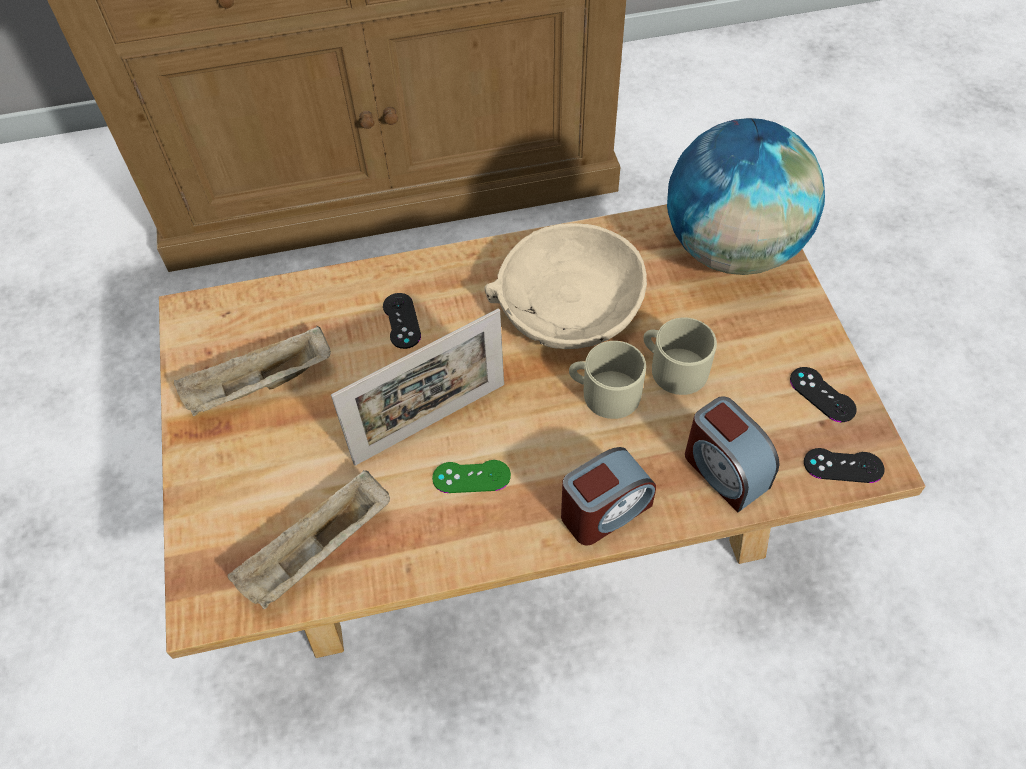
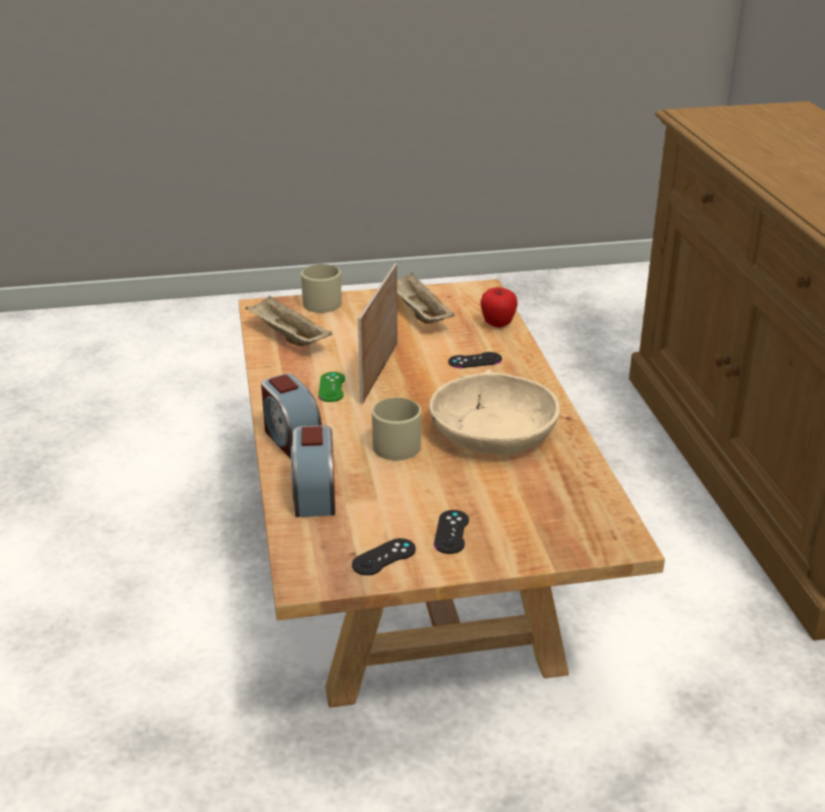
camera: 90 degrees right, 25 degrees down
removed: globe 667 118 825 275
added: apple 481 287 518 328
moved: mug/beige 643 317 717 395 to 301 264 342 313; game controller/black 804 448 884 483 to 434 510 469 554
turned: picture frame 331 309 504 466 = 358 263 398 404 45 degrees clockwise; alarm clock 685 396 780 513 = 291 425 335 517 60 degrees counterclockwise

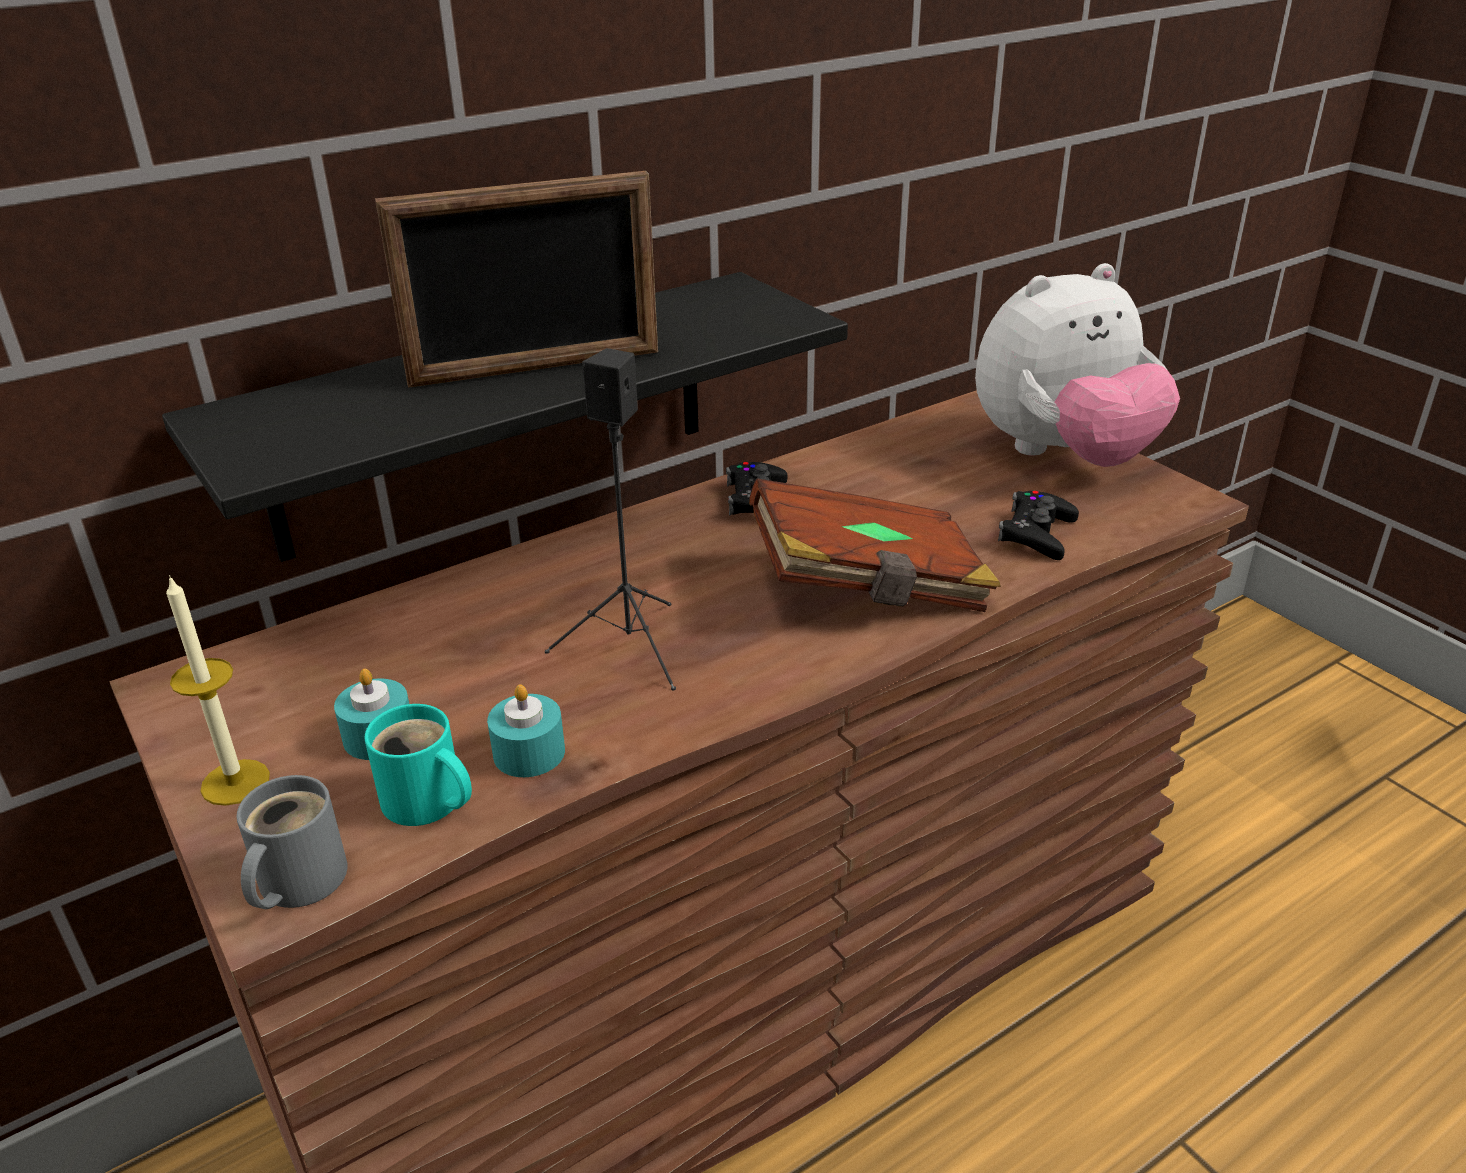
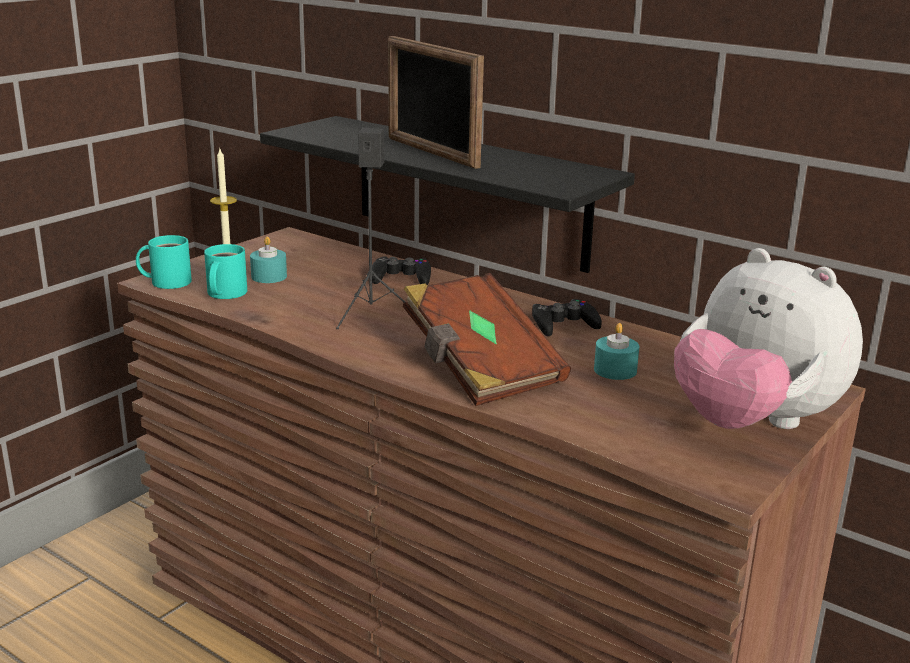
camera: 70 degrees right, 10 degrees down
moved: game controller/black 998 491 1079 560 to 372 257 431 285; candle/turquoise 487 684 565 777 to 594 323 639 380
recoloured: mug/grey 236 775 347 909 to mug/turquoise 136 235 192 289

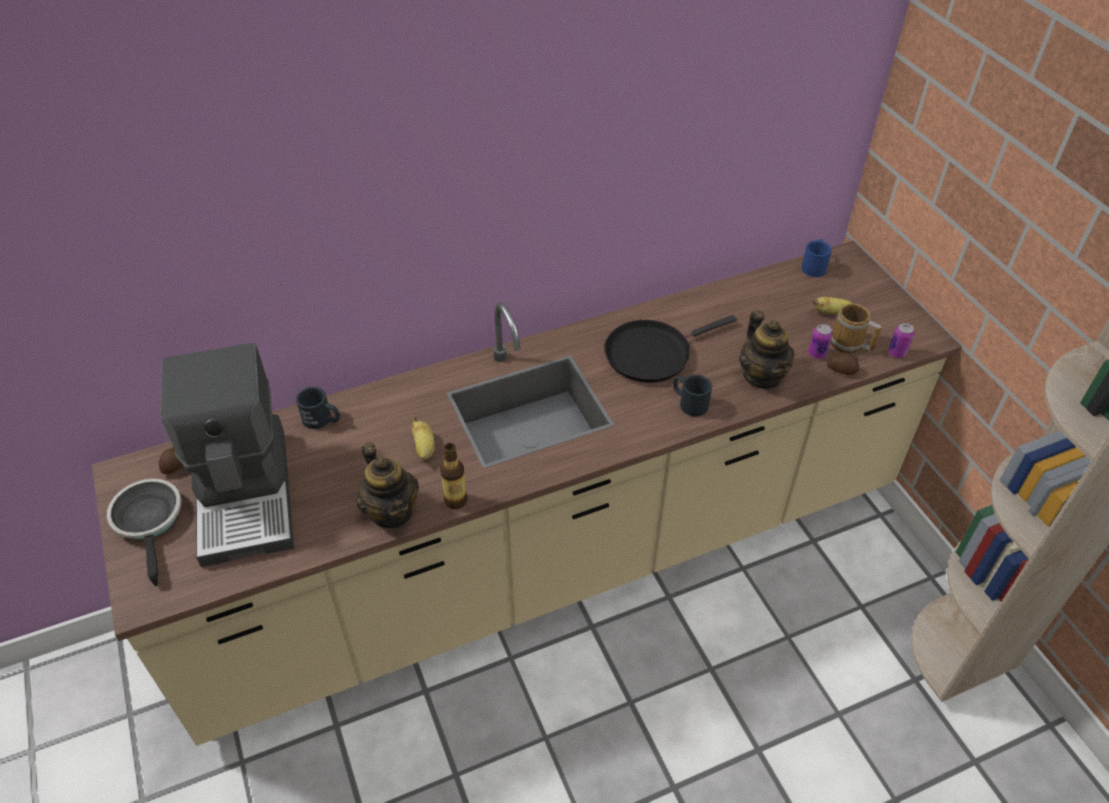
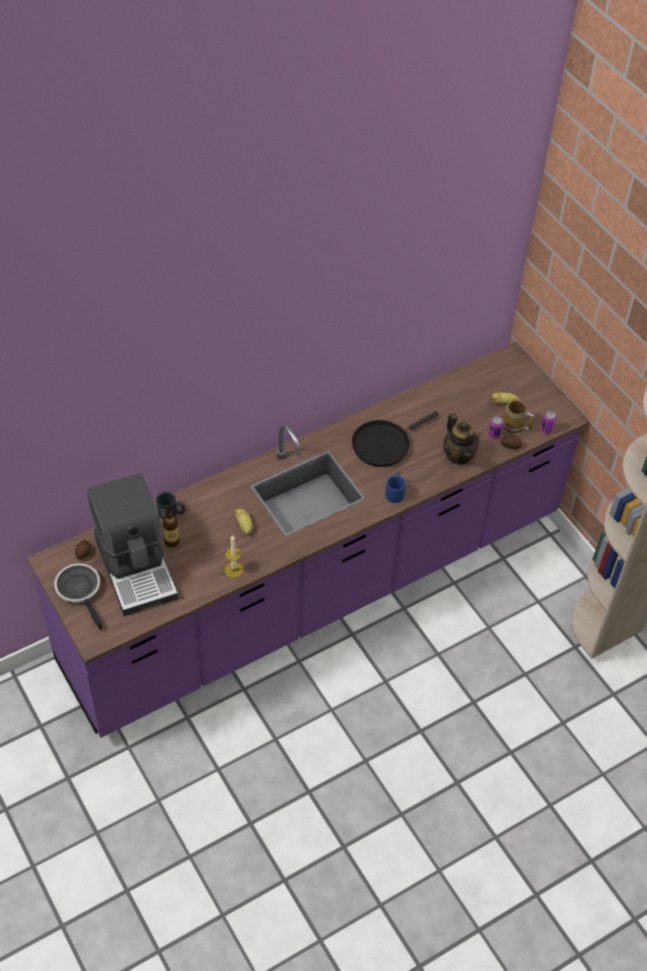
camera: 10 degrees left, 5 degrees up
removed: mug/black 673 375 712 416
moved: mug/blue 801 239 832 277 to 385 472 406 503; bottle 440 443 468 510 to 163 508 180 548
replaced: teapot 356 442 419 528 to candle 225 535 243 578
recoloured: counter/beige 92 241 962 746 to counter/purple 27 342 590 738

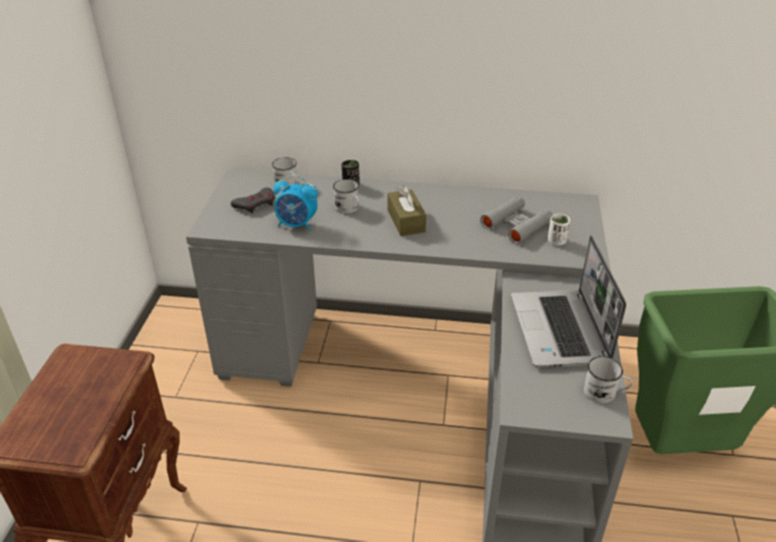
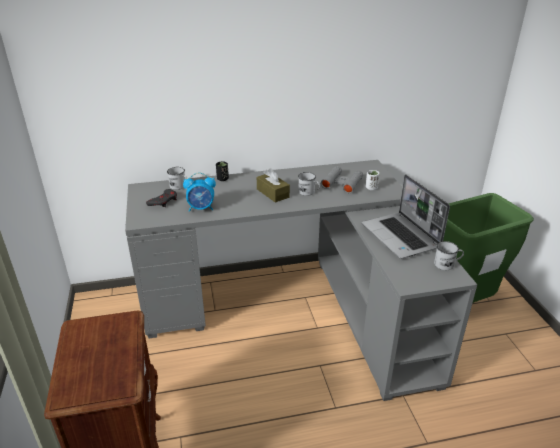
camera: 20 degrees left, 5 degrees down
moved: mug/white 333 179 360 214 to 298 172 320 196

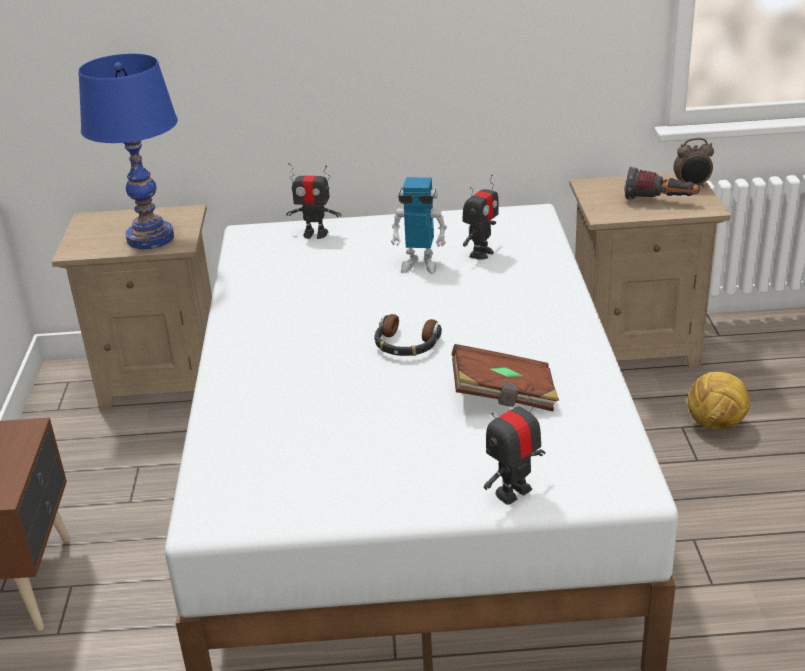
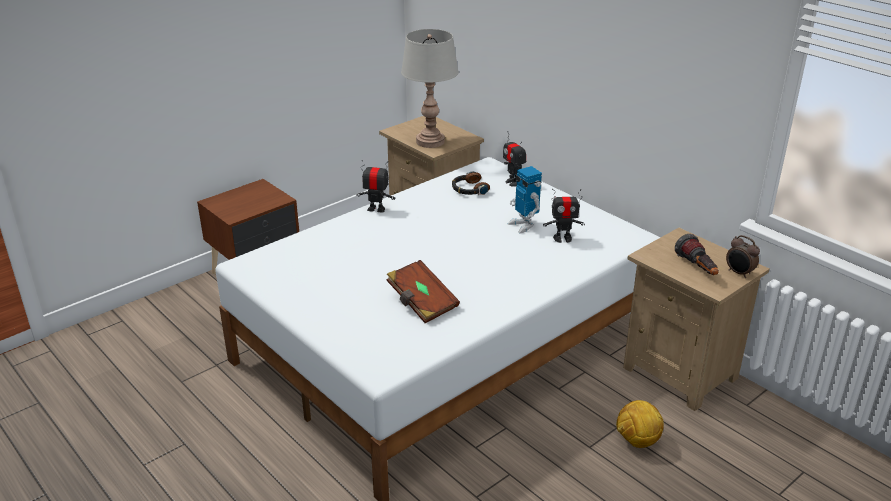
camera: 50 degrees right, 0 degrees up
moved: headphones 374 314 442 356 to 452 171 490 195; toy robot 484 388 545 505 to 356 160 395 212
recoloured: table lamp/blue 78 54 178 249 to table lamp/grey 401 29 459 148

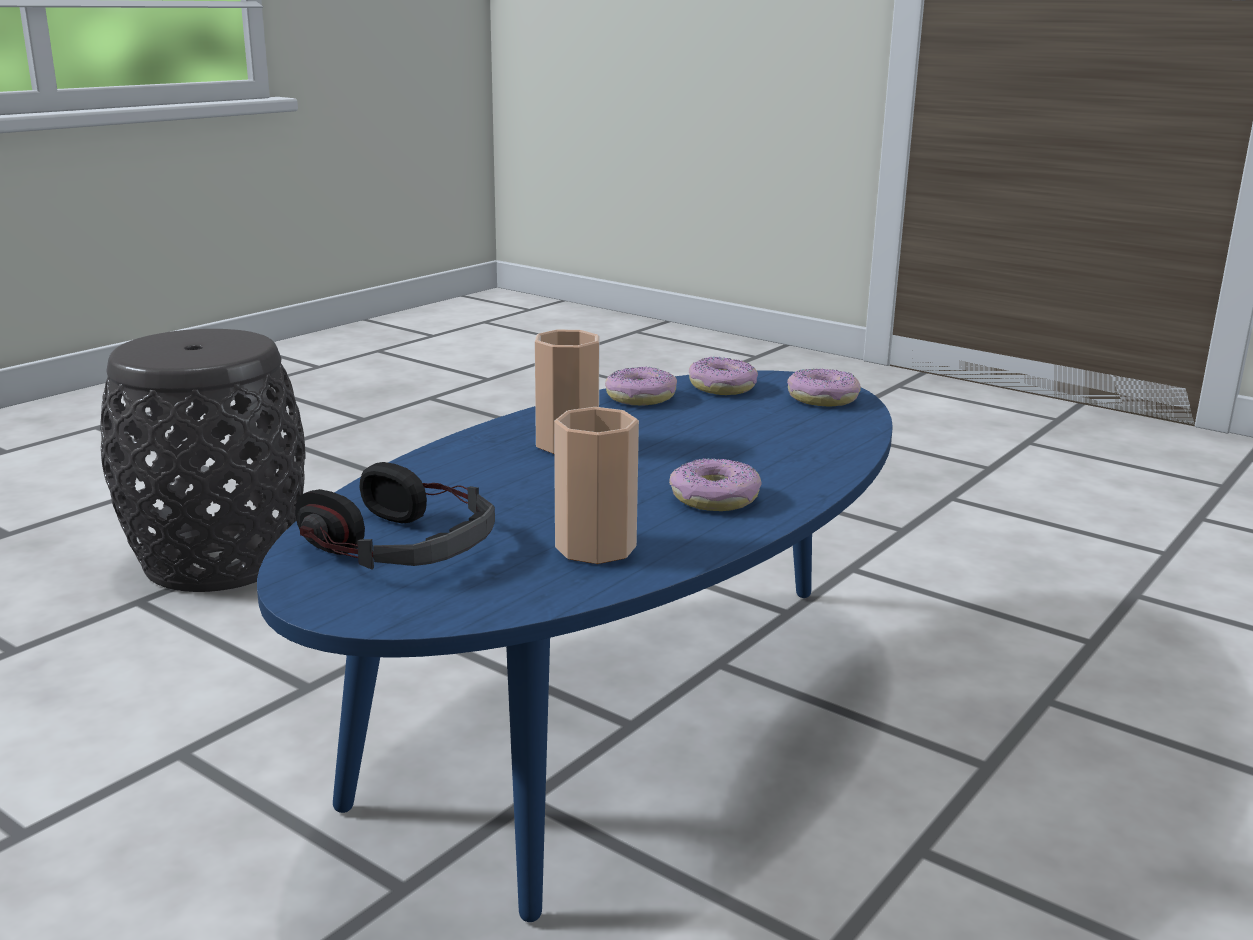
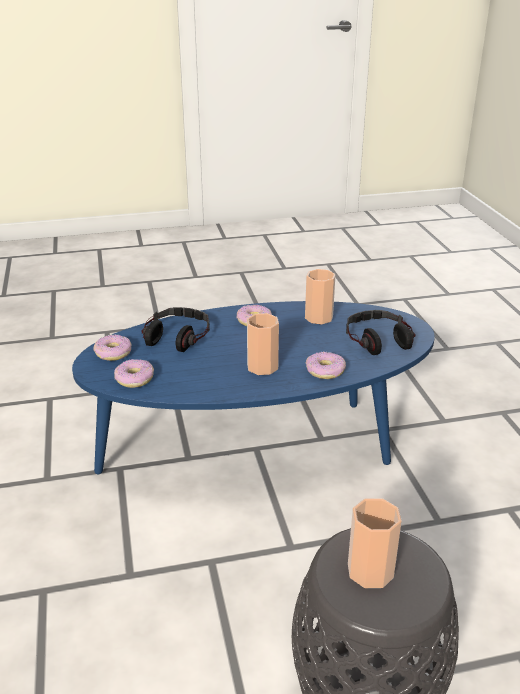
camera: 140 degrees left, 10 degrees up
added: headphones 142 307 210 352; cup 348 498 402 588
moved: donut 605 366 677 406 to 306 351 346 379

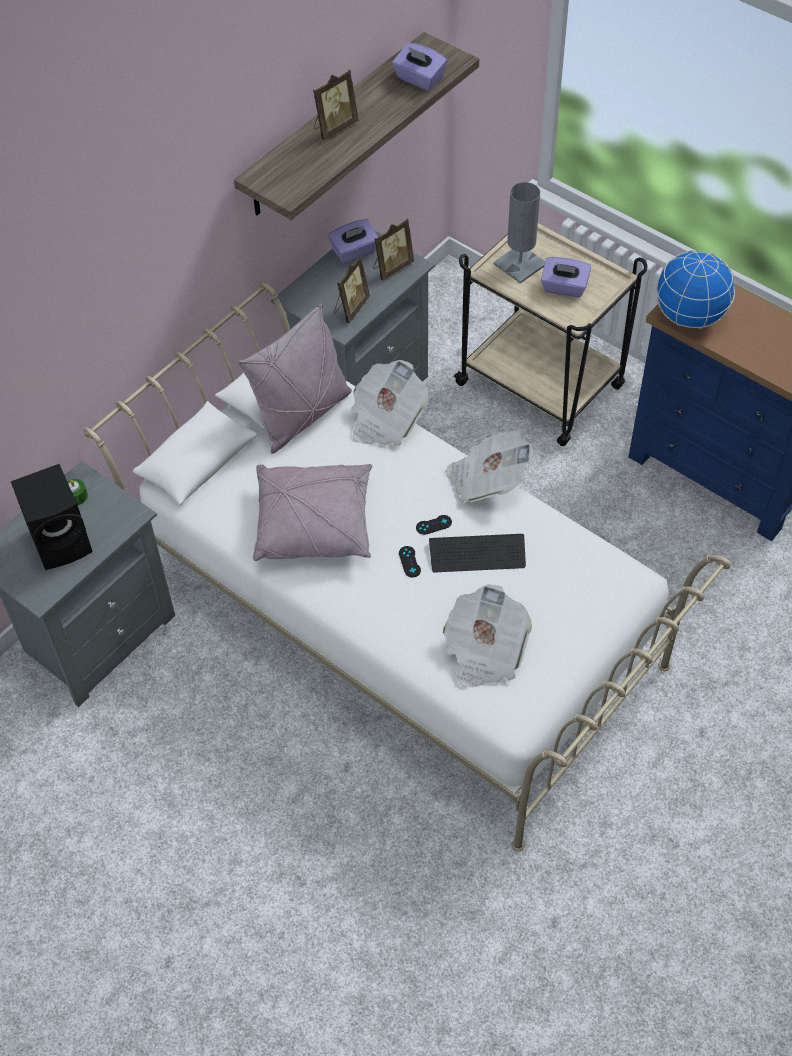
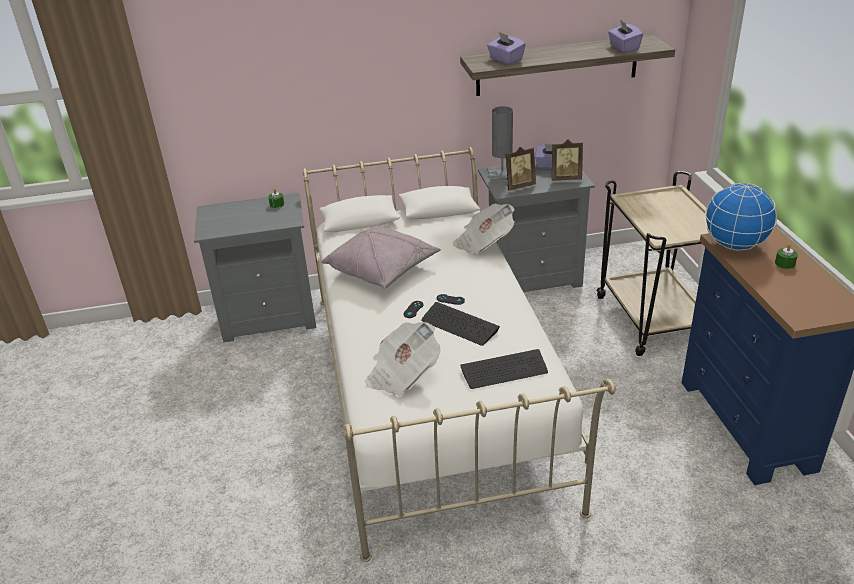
camera: 40 degrees right, 20 degrees down
removed: picture frame 313 70 358 140; pillow/purple 238 303 352 454; newspaper 446 431 534 503; speaker/black 11 464 93 570
added: candle/green 775 244 798 269; keyboard 460 349 548 389
moved: table lamp/grey 494 182 545 283 to 487 106 513 181; tissue box/purple 541 257 591 297 to 487 32 526 65

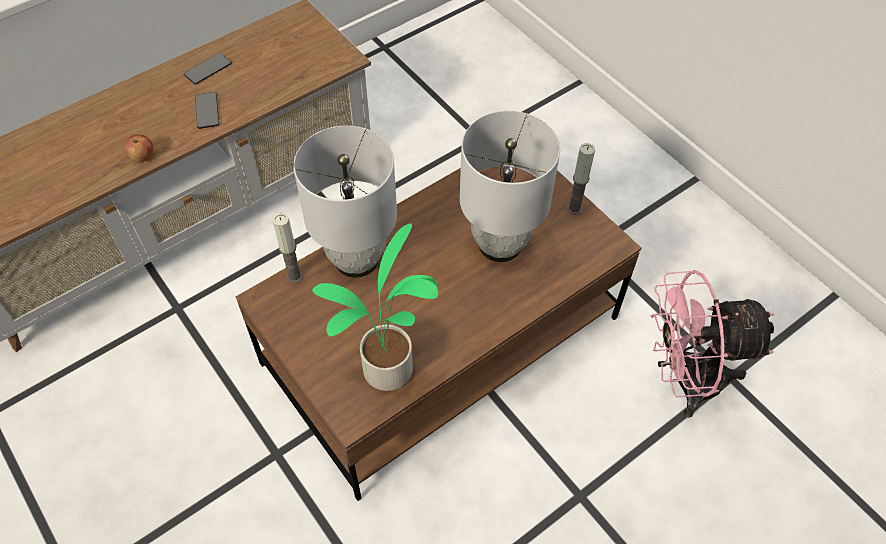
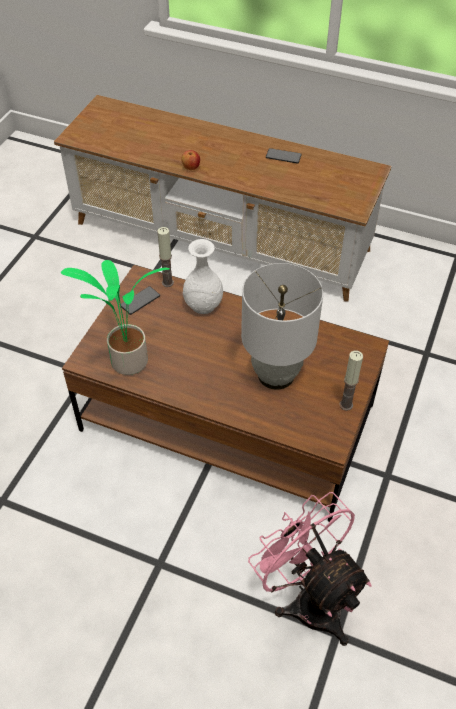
camera: 60 degrees right, 5 degrees down
moved: phone 195 92 219 129 to 121 286 160 315
replaced: table lamp/white 293 126 397 278 to vase/white 183 239 223 314

